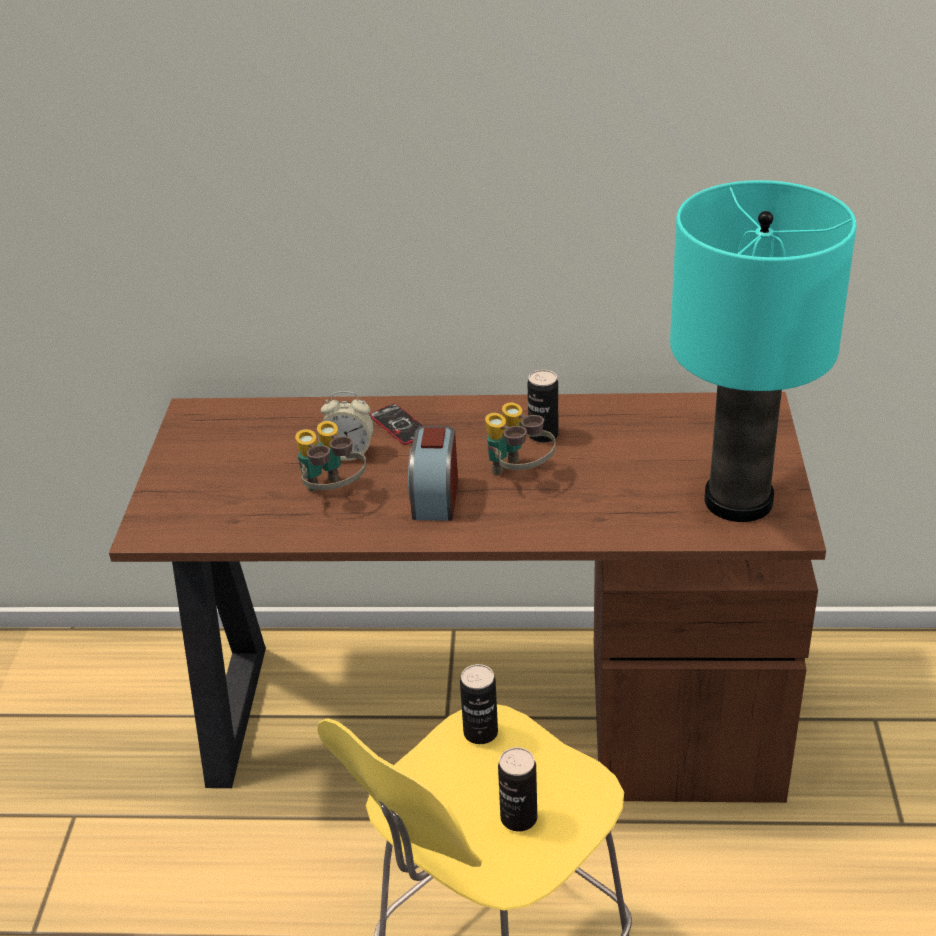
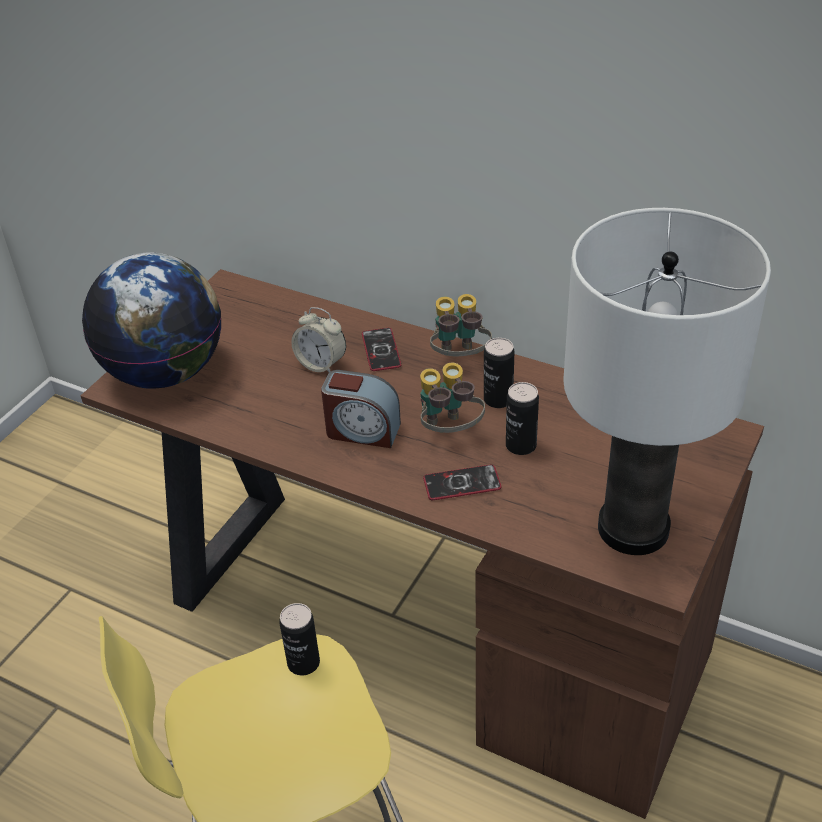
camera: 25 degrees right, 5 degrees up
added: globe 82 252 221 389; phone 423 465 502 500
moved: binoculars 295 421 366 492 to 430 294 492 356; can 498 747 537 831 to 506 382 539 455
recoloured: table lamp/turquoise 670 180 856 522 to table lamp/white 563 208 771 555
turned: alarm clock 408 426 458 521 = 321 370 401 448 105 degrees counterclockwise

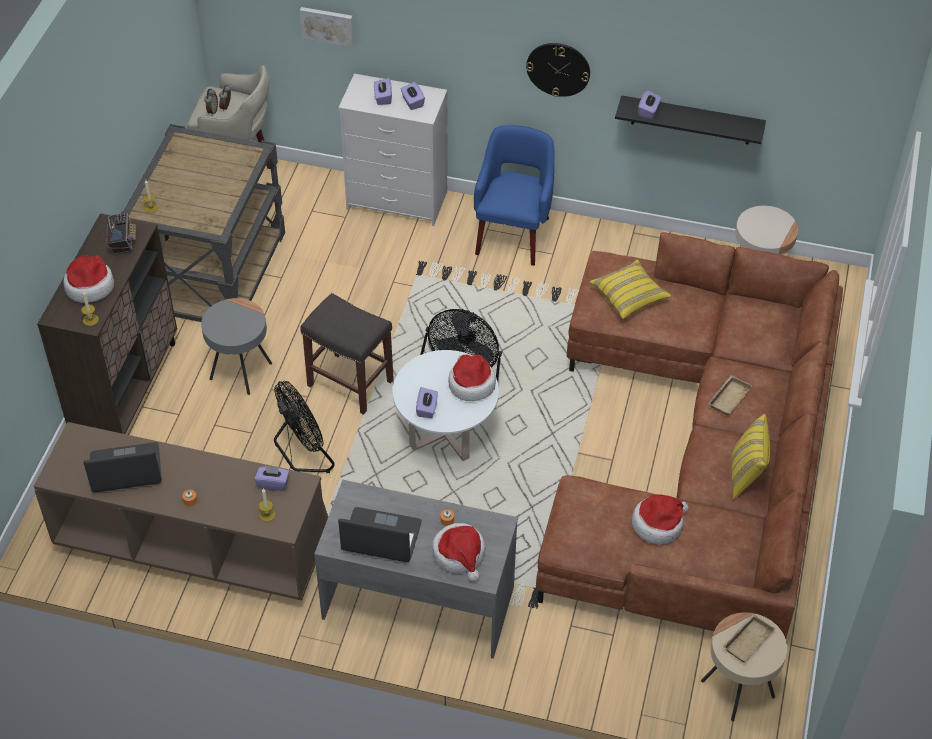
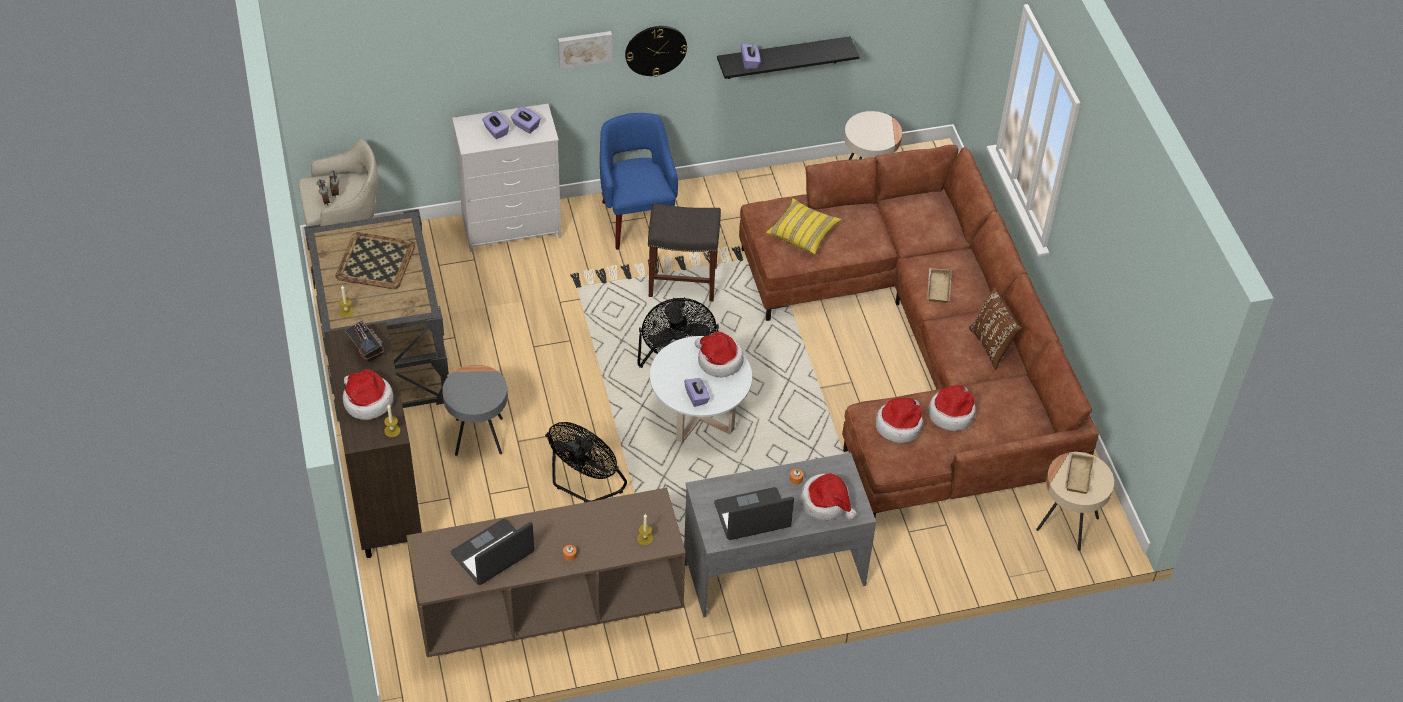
camera: 30 degrees left, 0 degrees up
removed: tissue box/purple 255 466 289 491
added: tray 335 232 415 289; hat 876 397 923 443
moved: picture 300 7 354 47 to 558 31 612 69; stool/grey 300 293 394 415 to 648 203 721 301
recoloured: pillow/yellow 732 414 770 500 to pillow/brown 969 287 1022 370

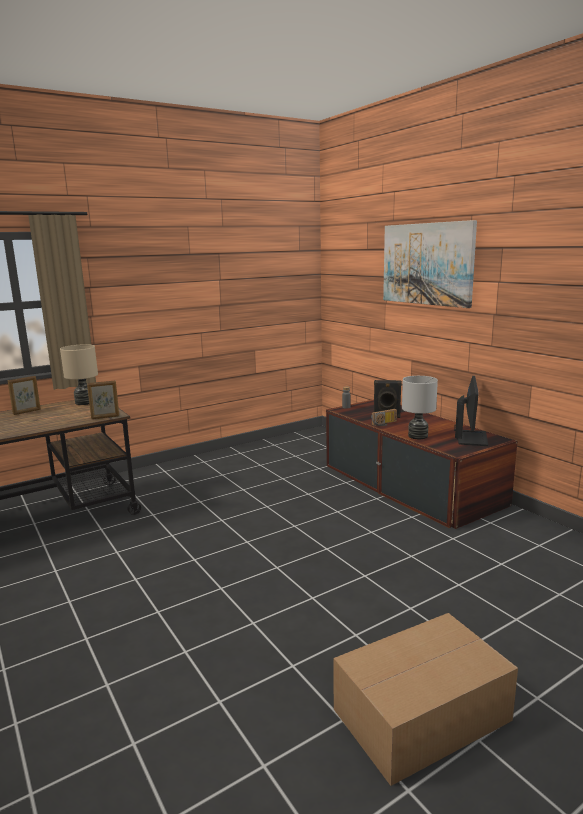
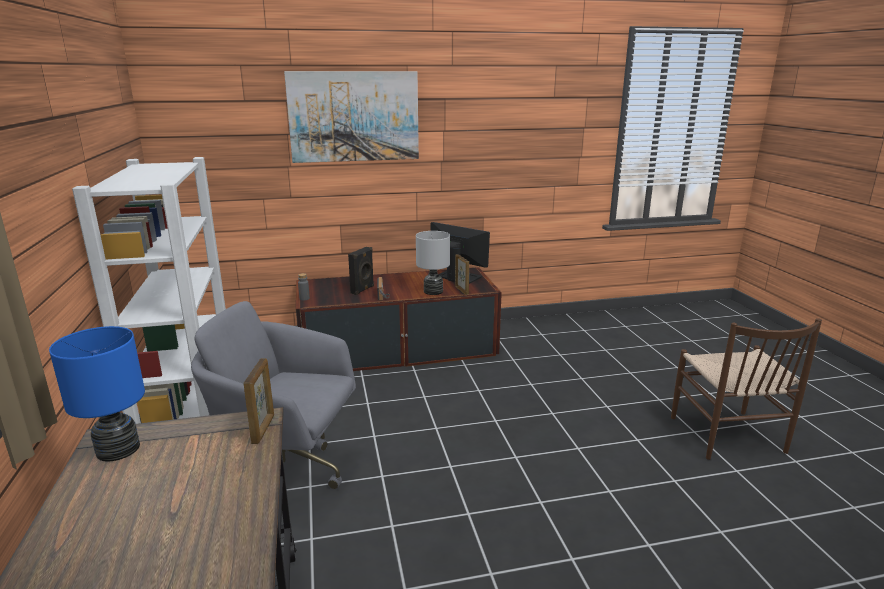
camera: 70 degrees left, 5 degrees up
added: bookcase/white 72 157 226 424; office chair/grey 191 301 356 489
moved: picture frame 8 376 41 415 to 455 254 469 295
replaced: cardboard box 333 613 518 786 to chair/brown 671 318 822 460
recoloured: table lamp/beige 60 344 98 405 to table lamp/blue 49 326 145 461

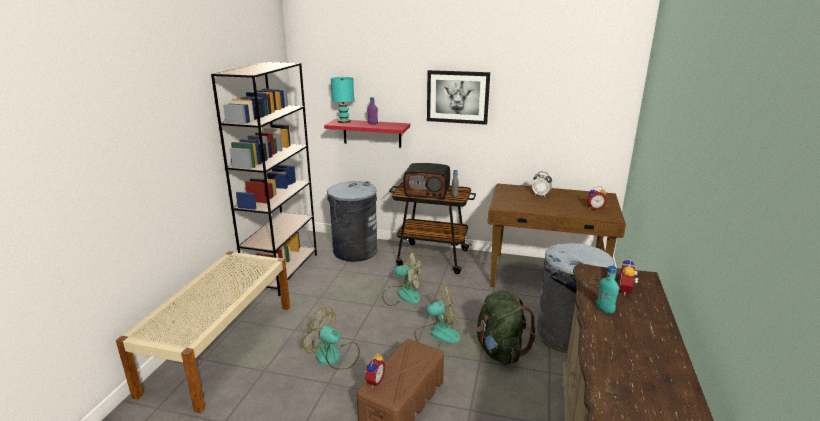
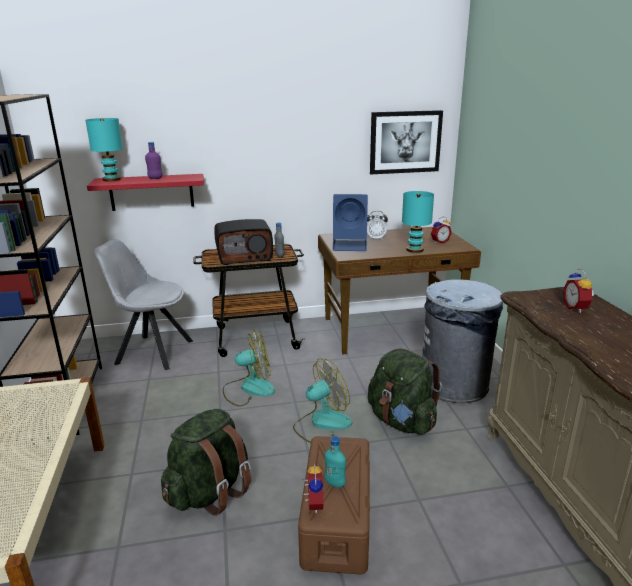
camera: 25 degrees left, 0 degrees up
added: table lamp/turquoise 402 191 434 253; speaker/blue 333 194 368 251
moved: picture 427 70 490 125 to 370 110 443 174; bottle/turquoise 596 266 619 314 to 324 436 346 488
replaced: trash can/grey 327 181 377 262 to chair/grey 93 239 193 370; fan 302 307 360 369 to backpack/green 161 409 251 516

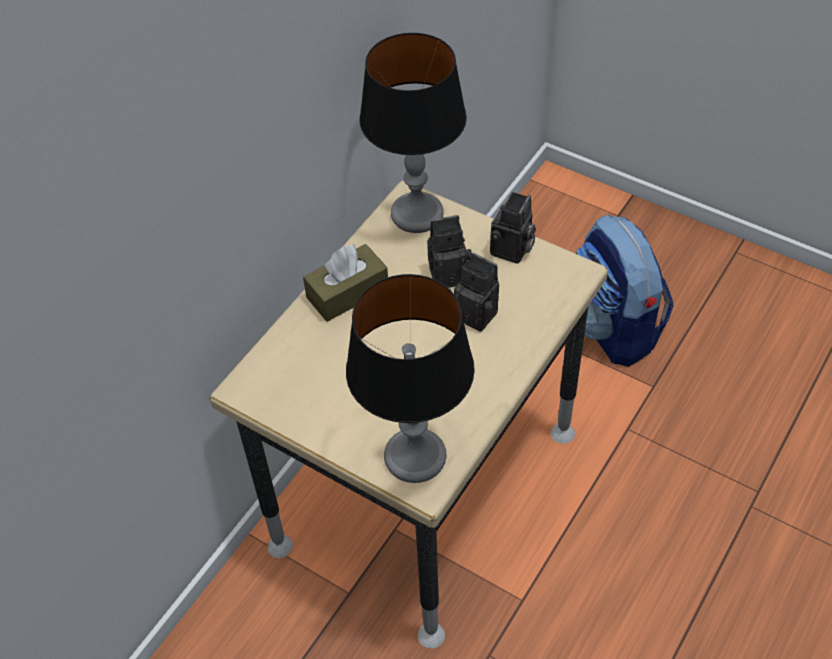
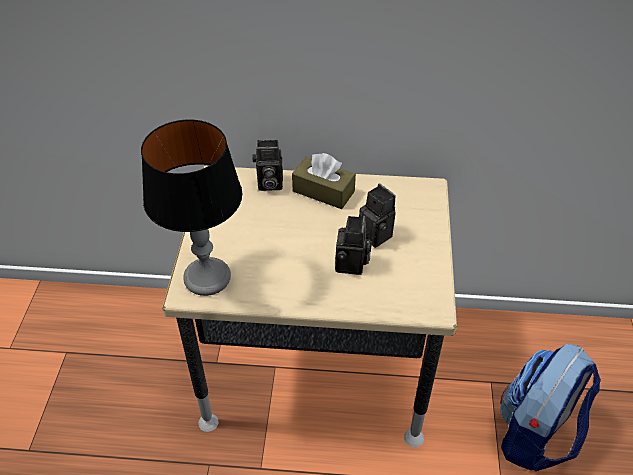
camera: 60 degrees right, 5 degrees down
removed: table lamp 359 33 467 233
moved: photo camera 490 192 536 264 to 252 140 283 191

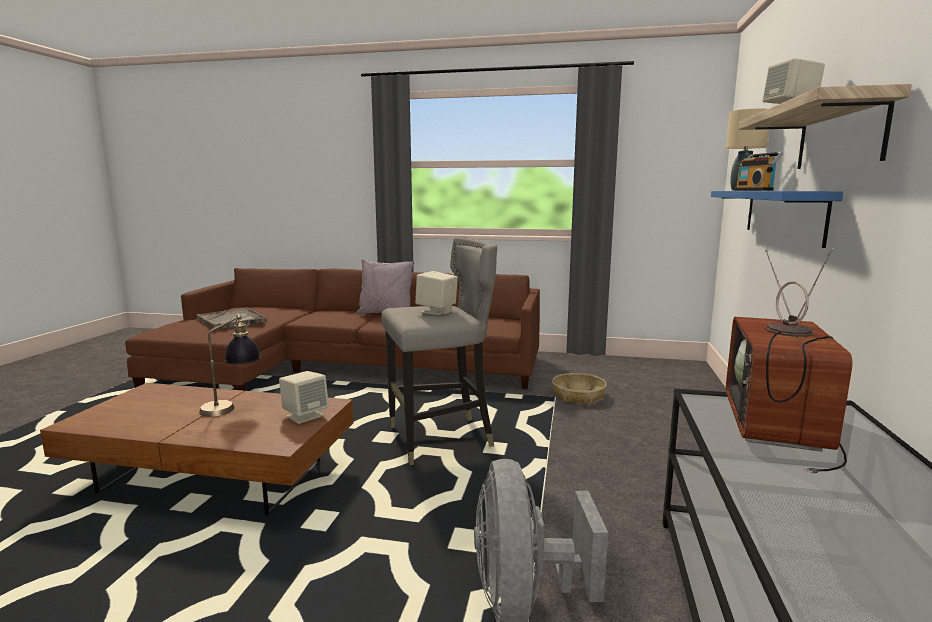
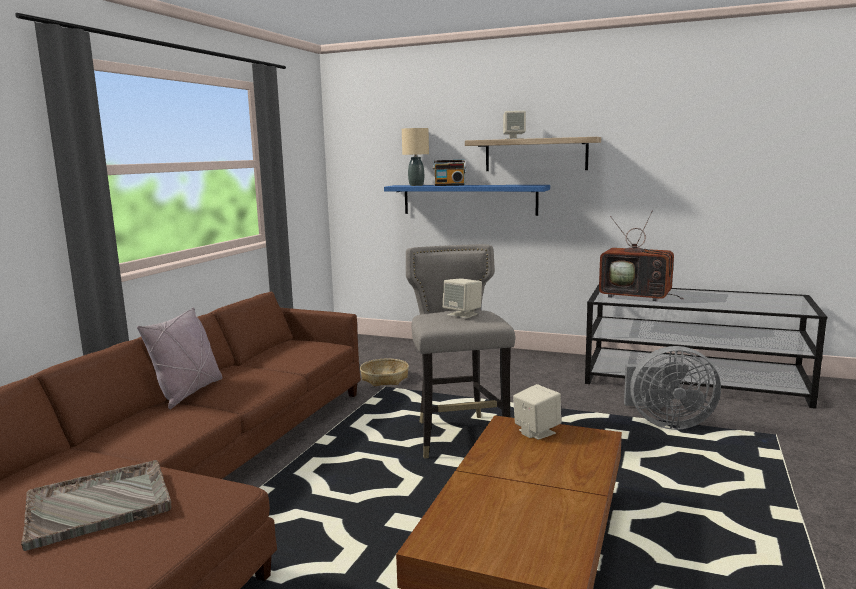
camera: 80 degrees left, 0 degrees up
removed: table lamp 199 314 261 417

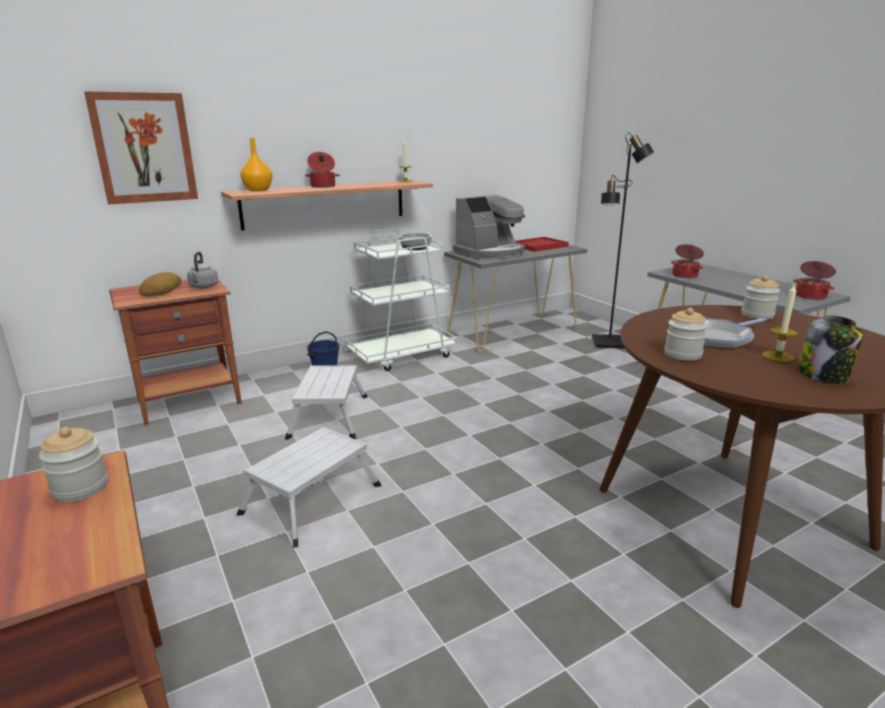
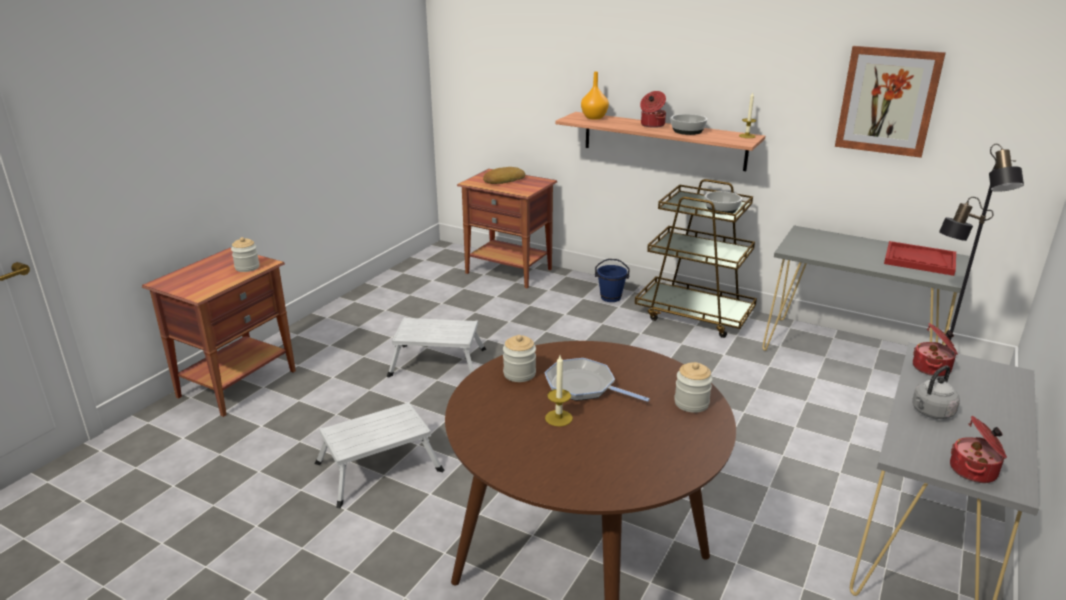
camera: 60 degrees right, 5 degrees up
removed: coffee machine 453 194 525 259; jar 798 315 863 384
added: bowl 671 114 707 135
moved: picture 84 91 198 205 to 835 46 946 158; kettle/grey 187 252 218 288 to 912 365 960 419; step ladder/white 285 365 368 440 to 315 402 444 508
recoloured: cart/white 345 228 457 371 to cart/brown 635 179 757 338

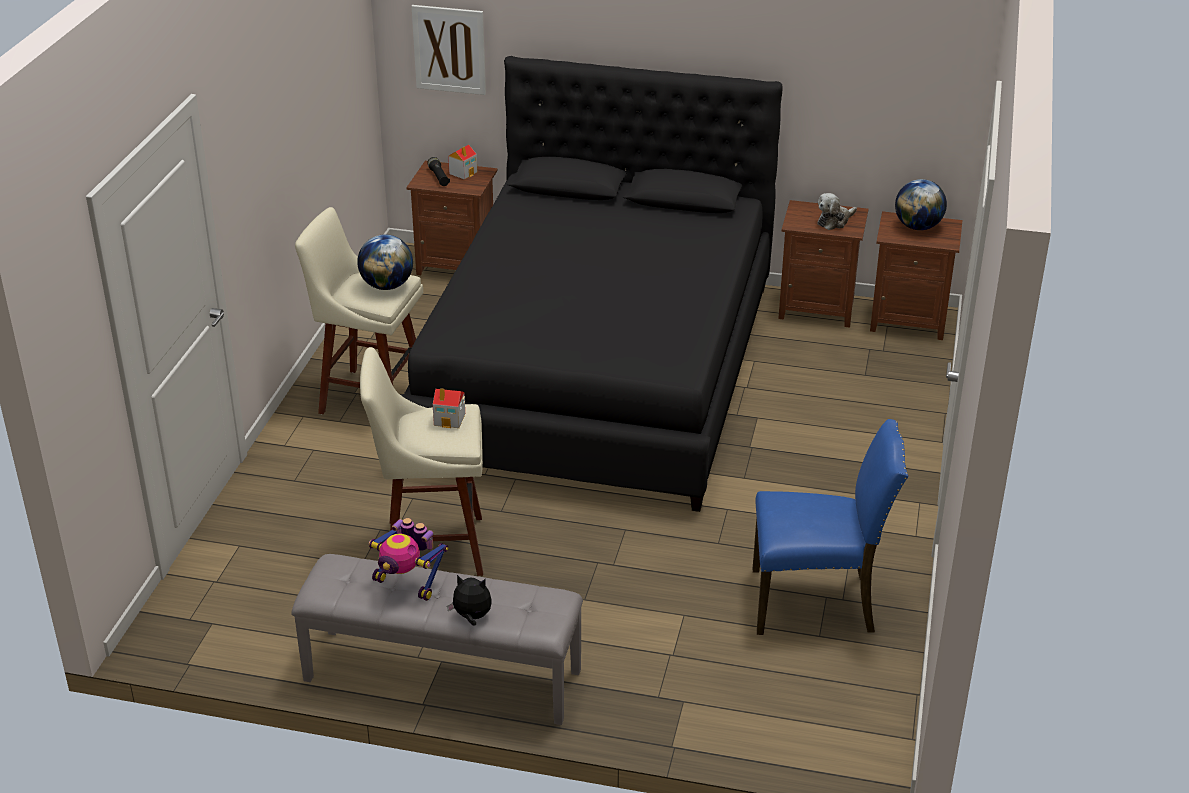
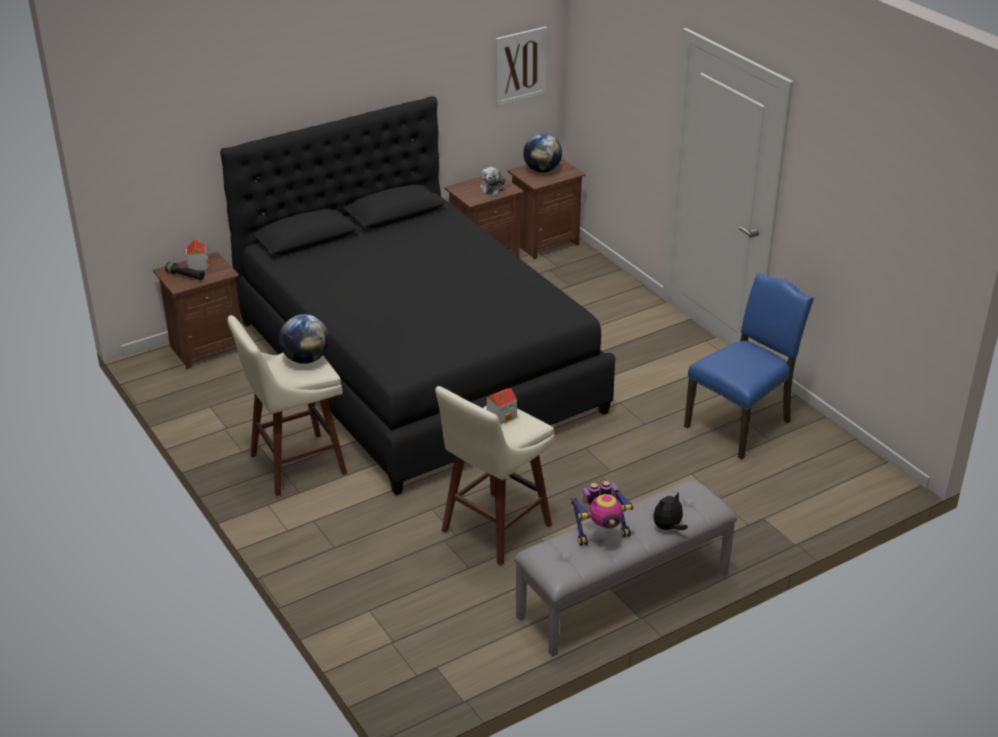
camera: 45 degrees left, 0 degrees up
moved: picture 411 5 486 95 to 496 26 547 106

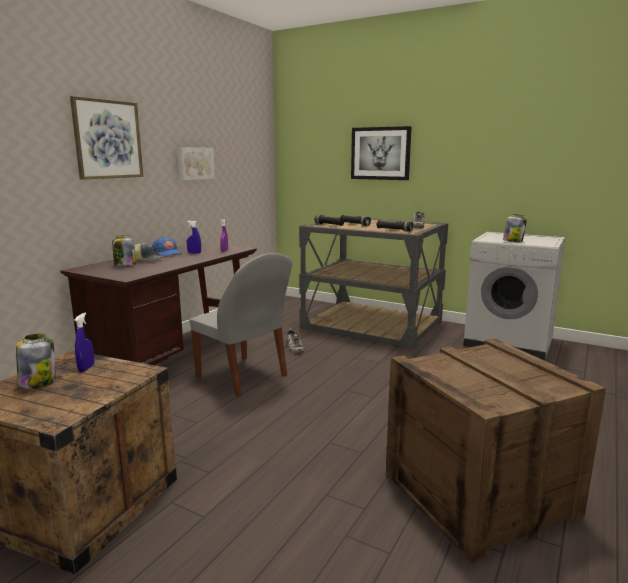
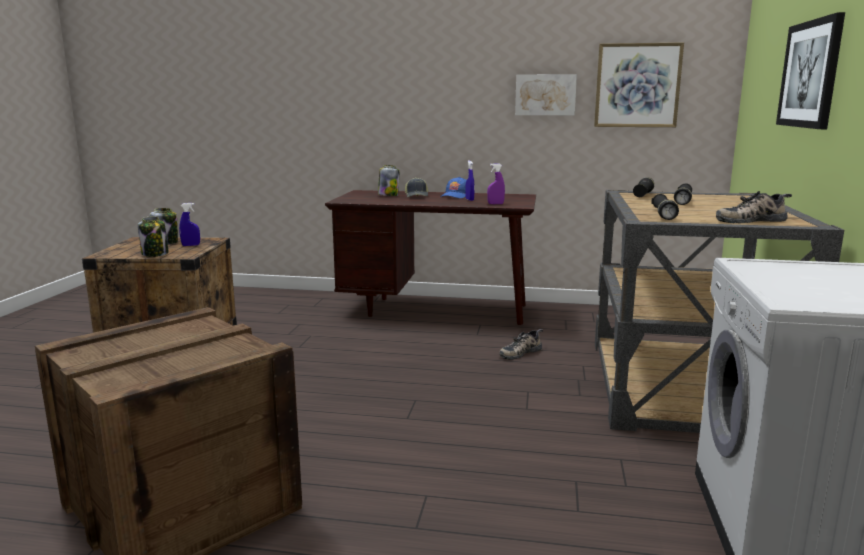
camera: 70 degrees right, 0 degrees up
removed: chair/grey 190 253 292 397
moved: picture 70 96 143 180 to 594 42 684 127; jar 503 214 527 242 to 138 217 169 257

